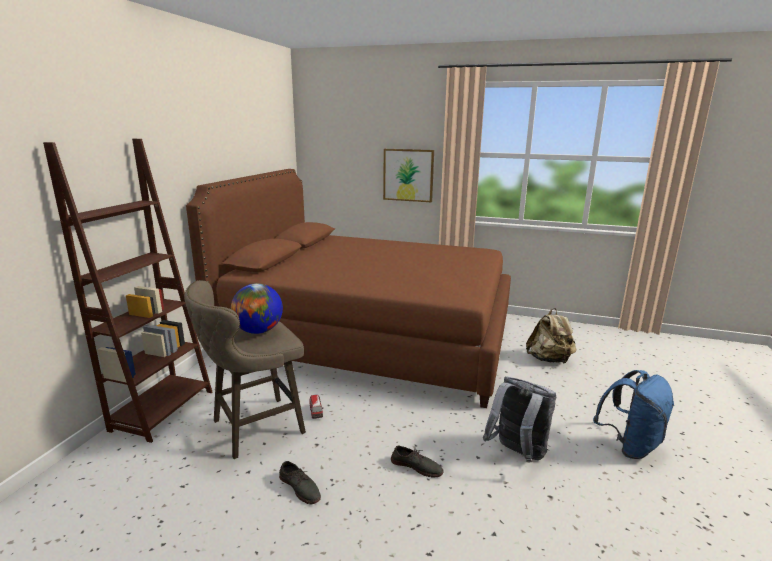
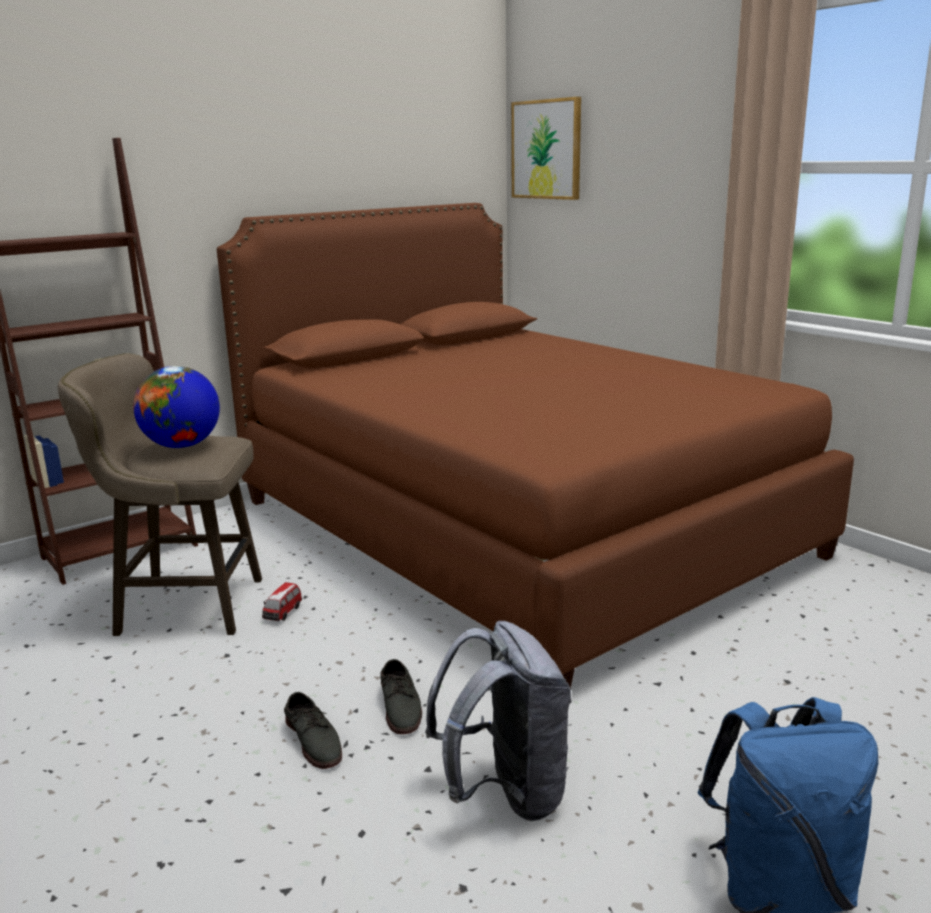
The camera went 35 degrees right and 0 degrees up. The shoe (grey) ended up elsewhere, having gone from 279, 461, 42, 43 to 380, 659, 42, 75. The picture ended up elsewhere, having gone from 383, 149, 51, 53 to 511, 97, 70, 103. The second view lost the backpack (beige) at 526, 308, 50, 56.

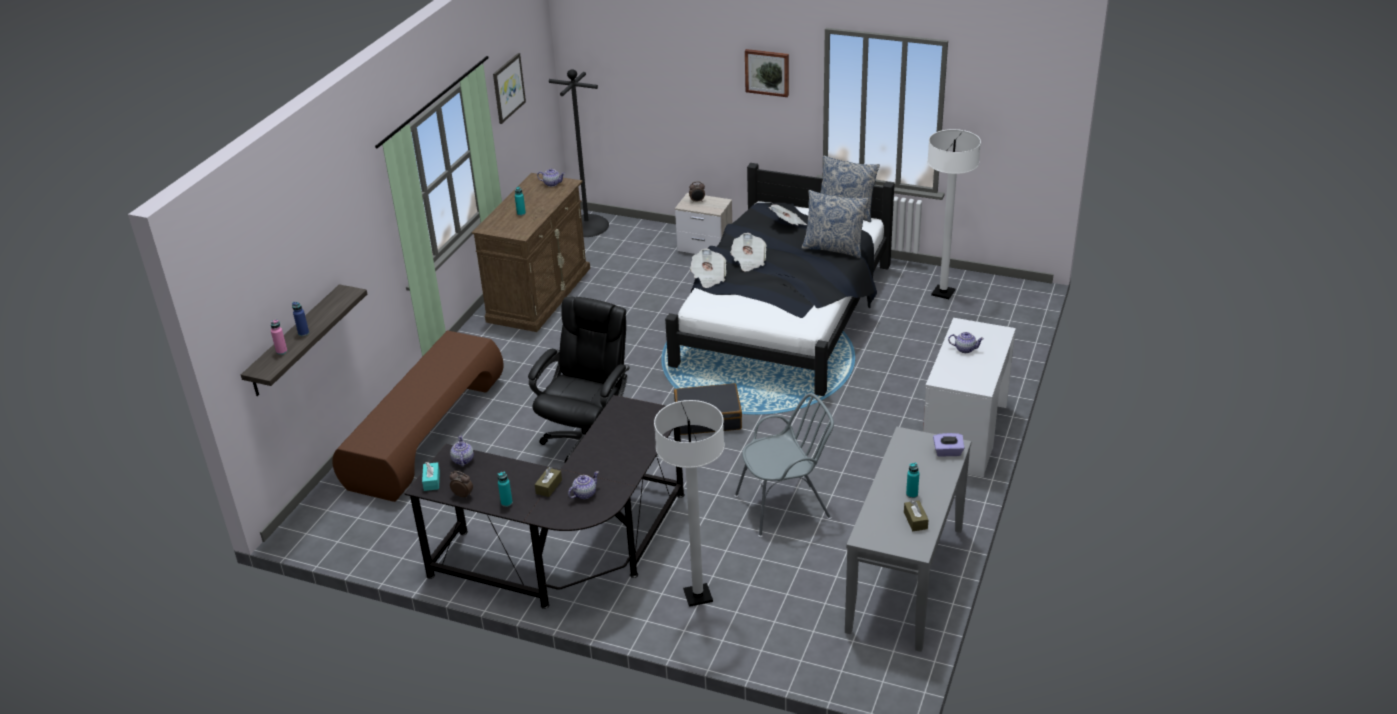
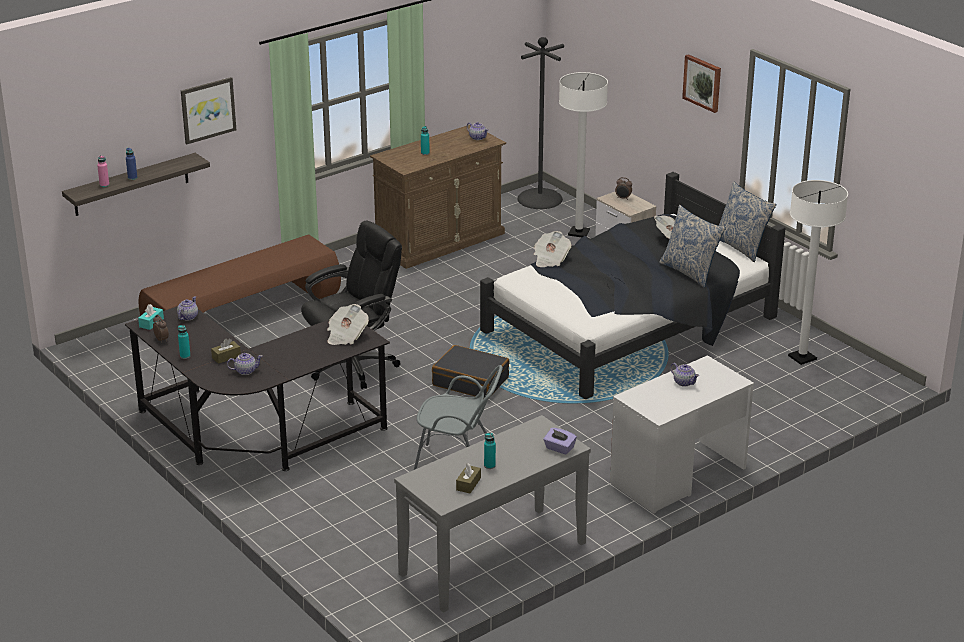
The camera went 30 degrees right and 5 degrees down. The picture ended up elsewhere, having gone from 493, 53, 33, 71 to 181, 77, 55, 67. The newspaper ended up elsewhere, having gone from 730, 233, 37, 39 to 327, 304, 42, 41. The floor lamp (white) ended up elsewhere, having gone from 654, 400, 71, 207 to 559, 72, 49, 165.

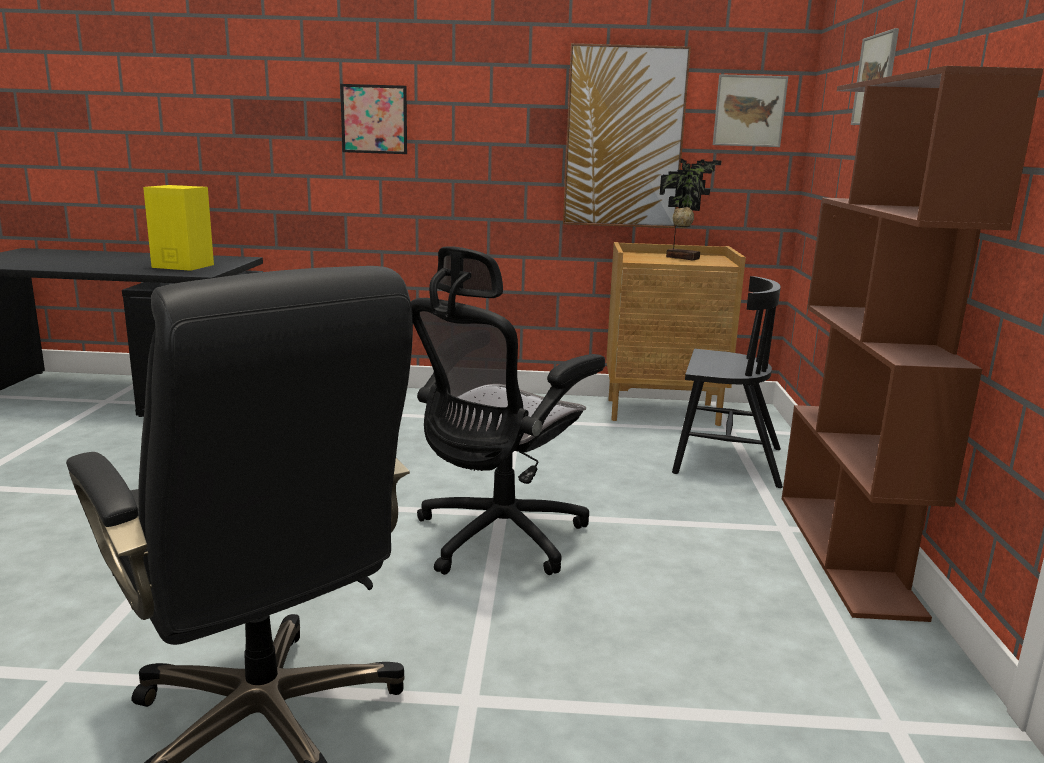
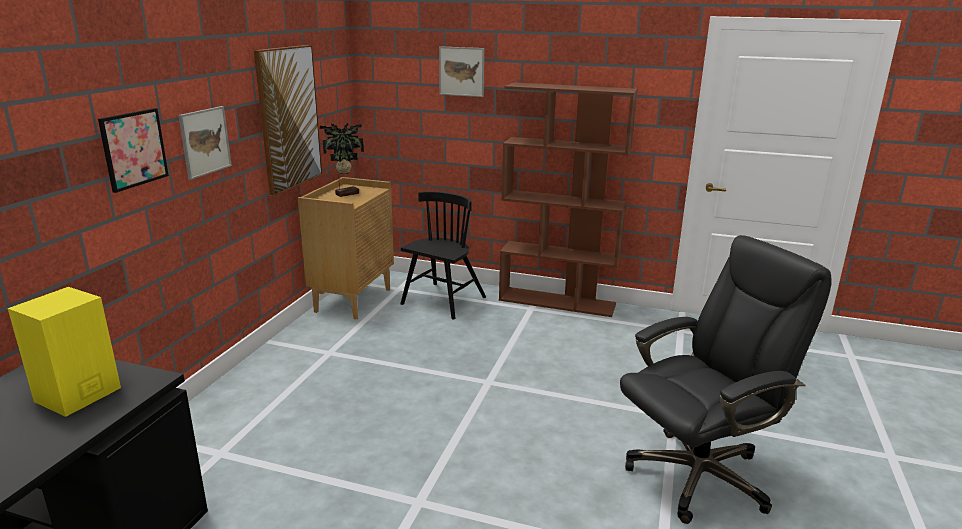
The camera went 75 degrees left and 5 degrees up. The picture ended up elsewhere, having gone from 713, 74, 75, 73 to 178, 106, 54, 74. The second view lost the office chair at 411, 246, 194, 329.

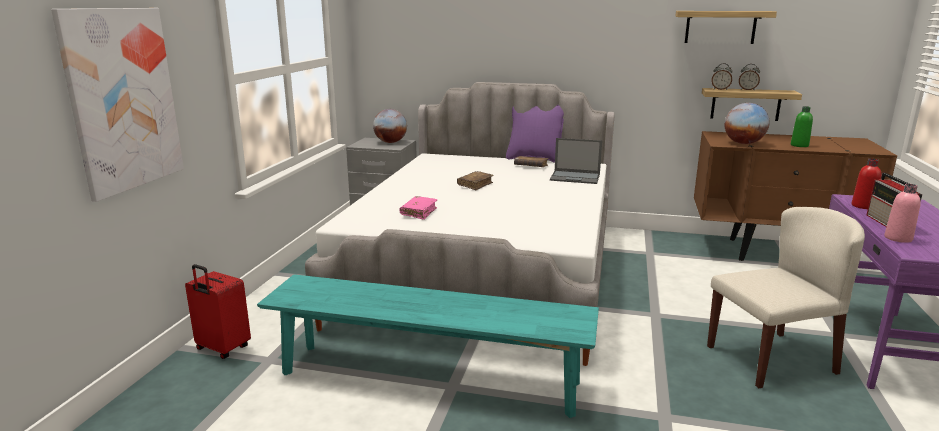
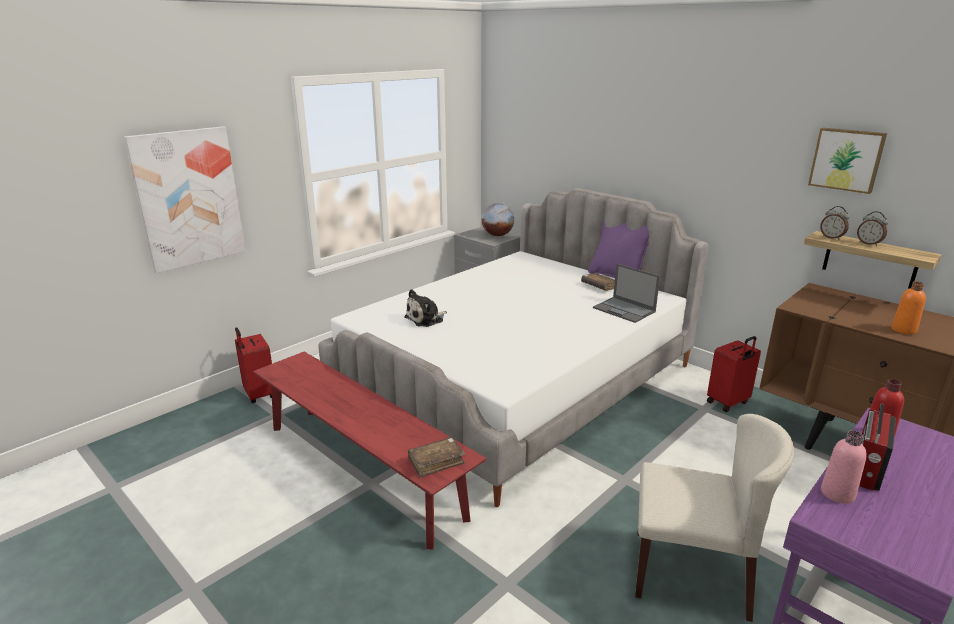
The camera went 30 degrees right and 5 degrees up. What was the bench (turquoise) at 257, 274, 342, 144 turned into the bench (red) at 253, 352, 233, 198. Where the book (pink) stood at 400, 196, 37, 24, the plush toy came to stand at 404, 289, 43, 38. The book (brown) ended up elsewhere, having gone from 457, 171, 37, 19 to 408, 437, 57, 41. The second view gained the suitcase (red) at 707, 336, 54, 76. Where the shelf hung at 675, 11, 102, 33, the picture came to hang at 808, 128, 79, 66. What was the bottle (green) at 791, 106, 22, 41 turned into the bottle (orange) at 892, 281, 34, 54. The second view lost the globe at 724, 103, 46, 41.

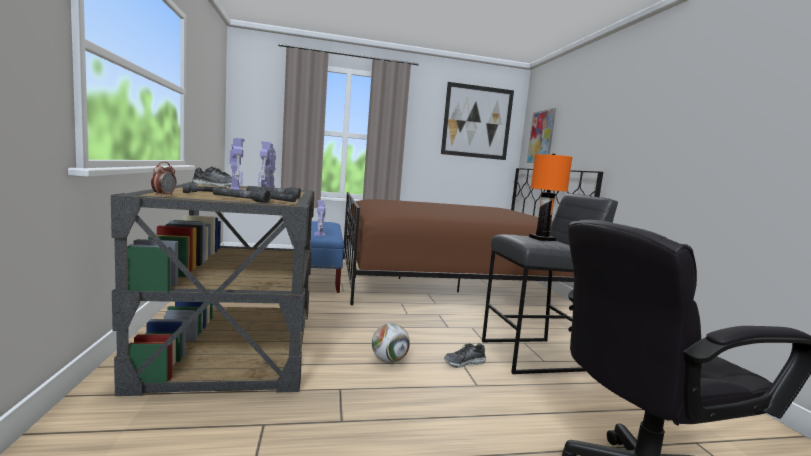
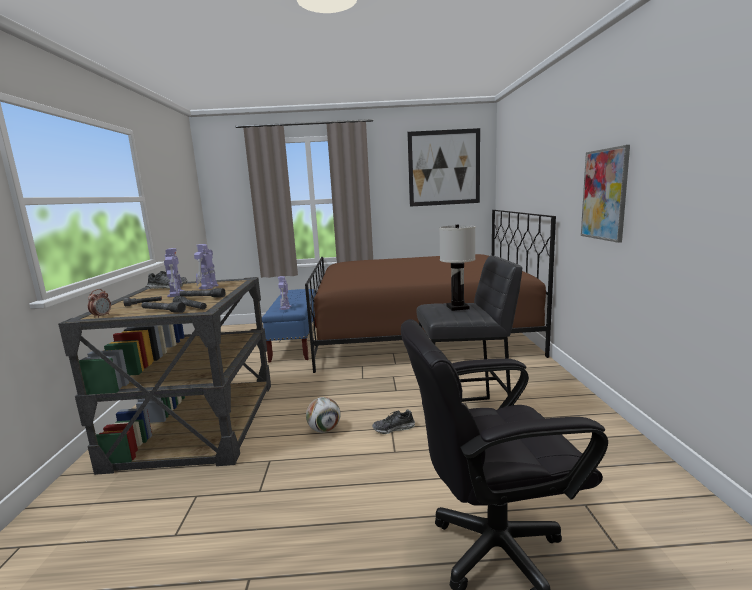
The camera went 10 degrees right and 5 degrees up. What was the table lamp (orange) at 529, 154, 44, 87 turned into the table lamp (white) at 439, 225, 36, 86. The picture ended up elsewhere, having gone from 527, 108, 29, 55 to 581, 145, 49, 98.

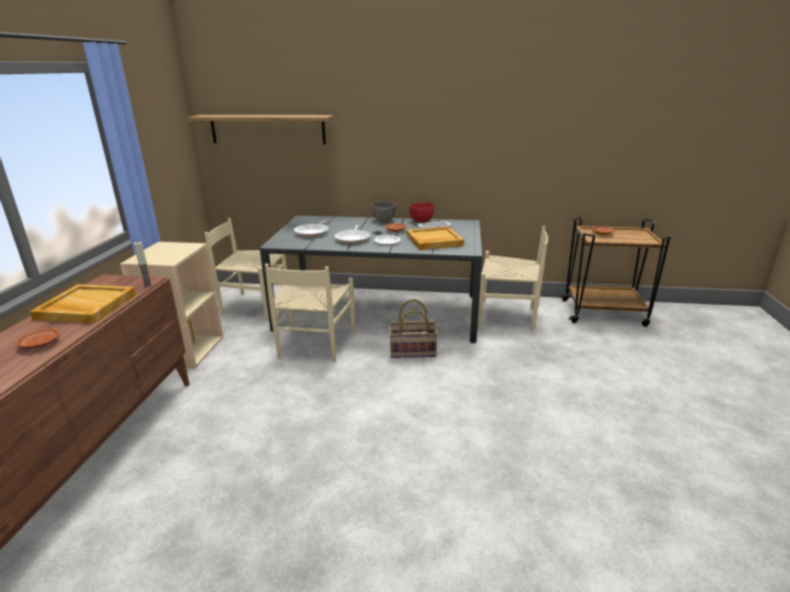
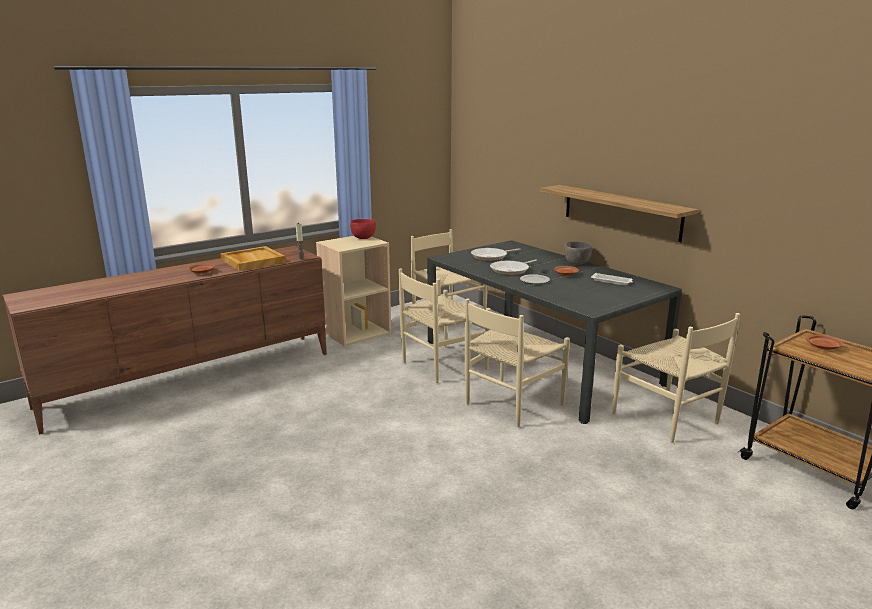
The camera went 45 degrees right and 5 degrees down. The bowl (red) ended up elsewhere, having gone from 410, 202, 24, 20 to 350, 219, 26, 20. Where the basket stood at 389, 299, 49, 59, the chair (beige) came to stand at 465, 299, 105, 128. The shelf ended up elsewhere, having gone from 187, 115, 147, 29 to 539, 185, 159, 57. The second view lost the tray (beige) at 407, 227, 57, 23.

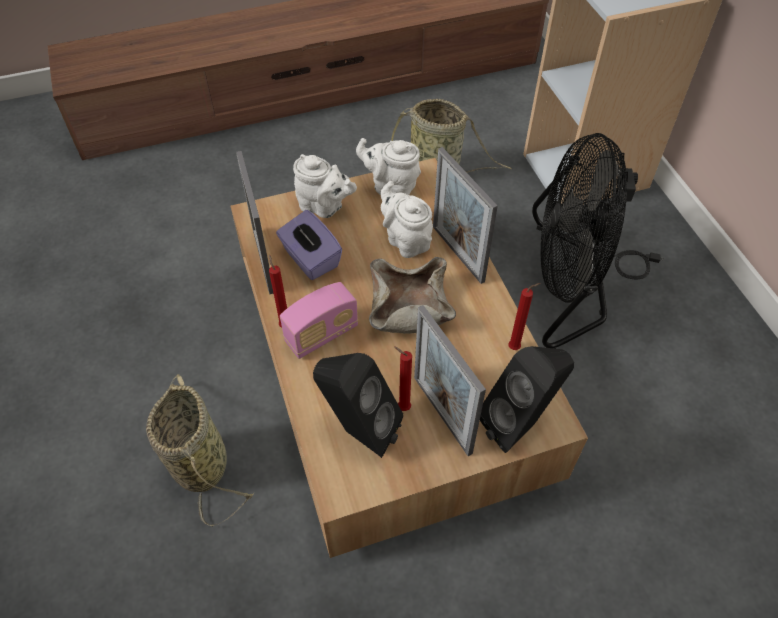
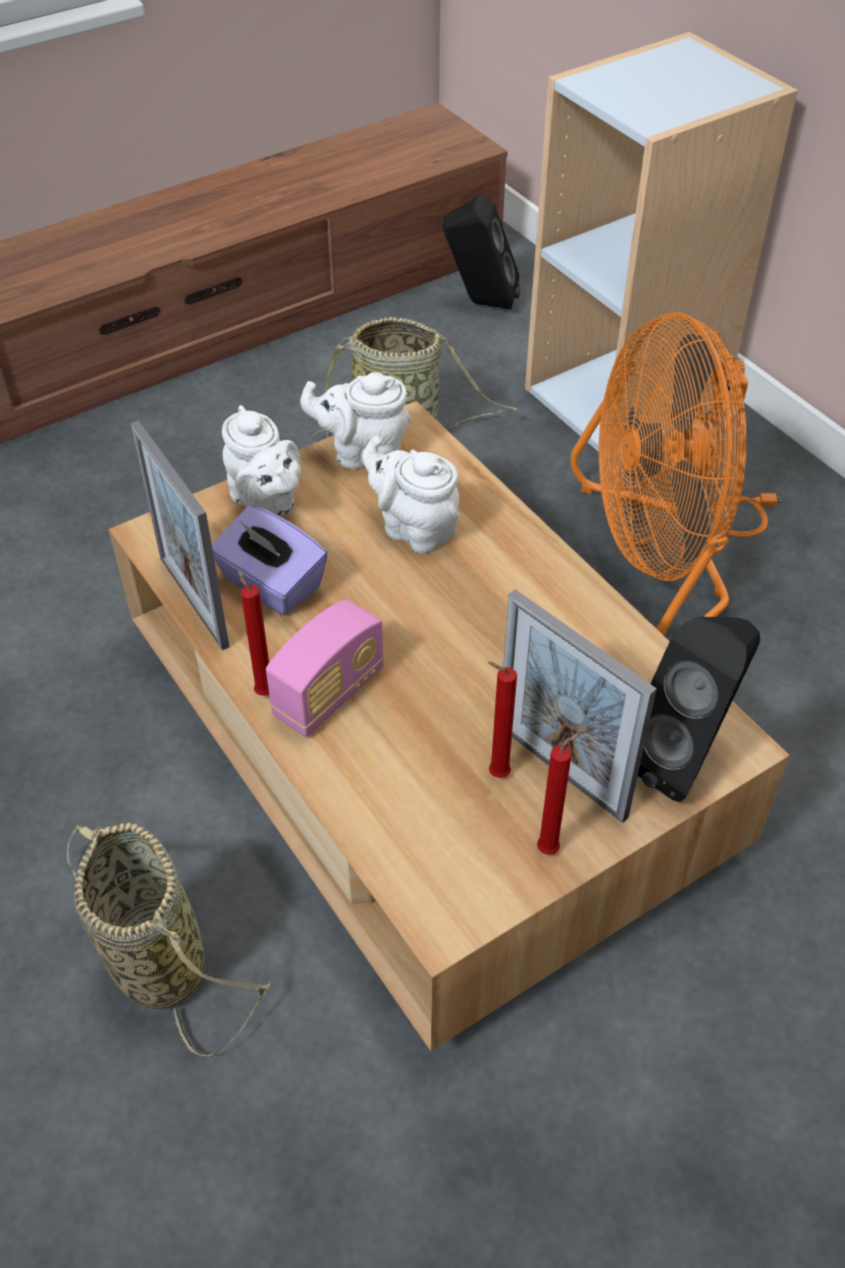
The camera went 15 degrees left and 5 degrees down. The teapot (white) at 293, 154, 64, 64 ended up facing another way, 45 degrees clockwise from before. The speaker (black) ended up elsewhere, having gone from 313, 353, 90, 105 to 443, 195, 77, 114. The candle (red) ended up elsewhere, having gone from 508, 283, 33, 67 to 537, 732, 44, 123. What was the fan (black) at 532, 133, 131, 216 turned into the fan (orange) at 571, 312, 211, 323. The second view lost the bowl (beige) at 369, 257, 87, 77. The second view lost the picture frame at 433, 147, 65, 137.

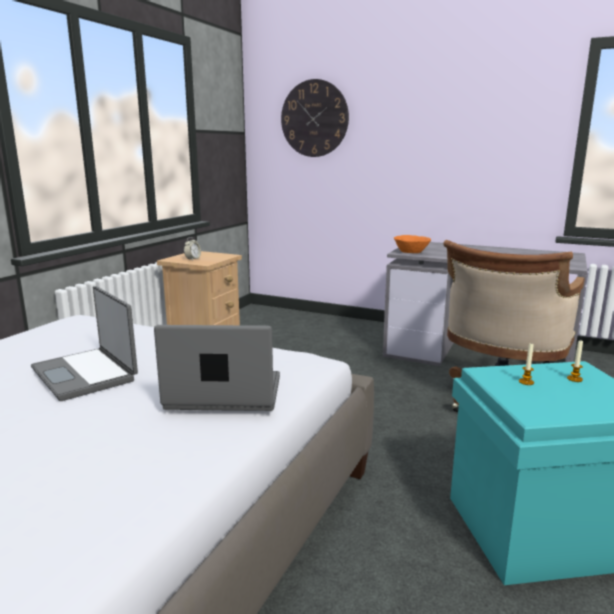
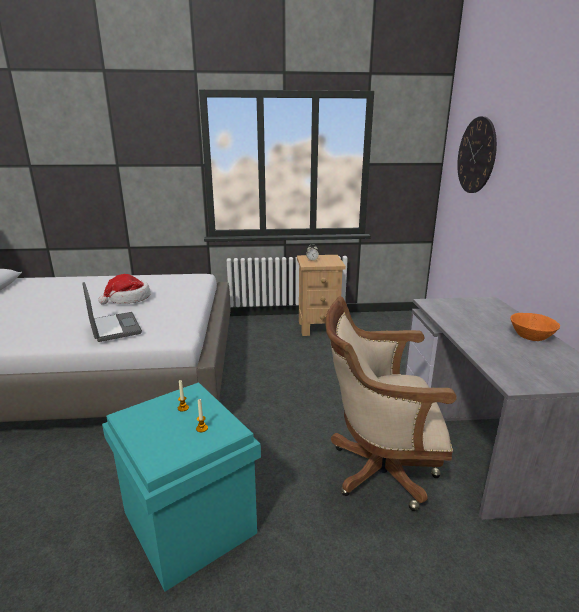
The camera went 60 degrees right and 5 degrees up. Where the laptop stood at 31, 286, 107, 115, the hat came to stand at 98, 274, 53, 30. The bowl (orange) ended up elsewhere, having gone from 394, 235, 37, 18 to 511, 313, 49, 28.

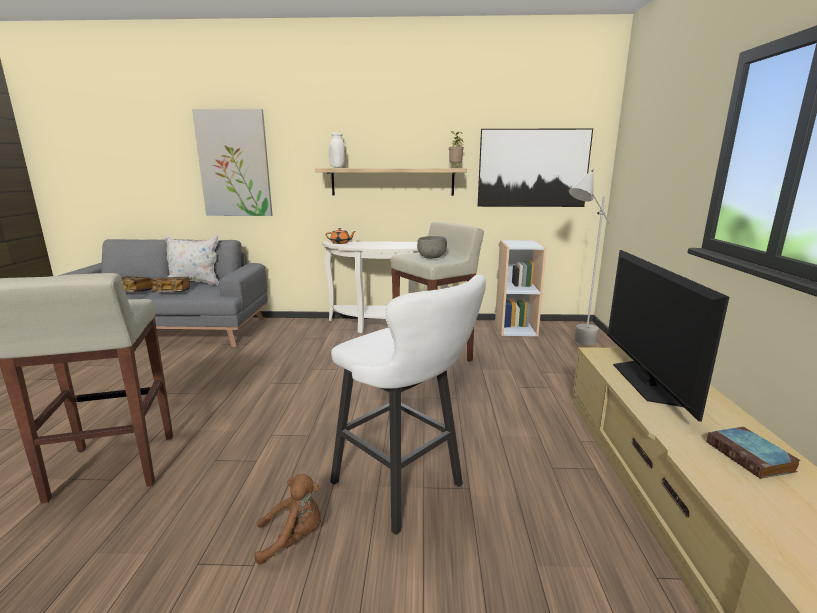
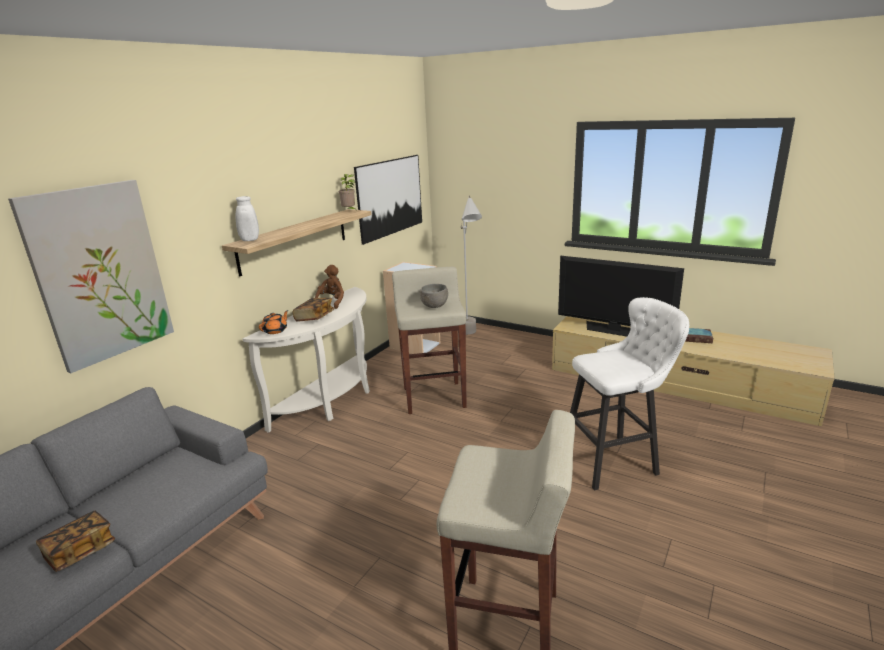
The camera went 60 degrees left and 5 degrees up. The book ended up elsewhere, having gone from 151, 277, 39, 14 to 293, 298, 41, 24. The plush toy (brown) ended up elsewhere, having gone from 254, 474, 67, 90 to 315, 265, 29, 44. The second view lost the pillow (white) at 164, 235, 55, 51.

